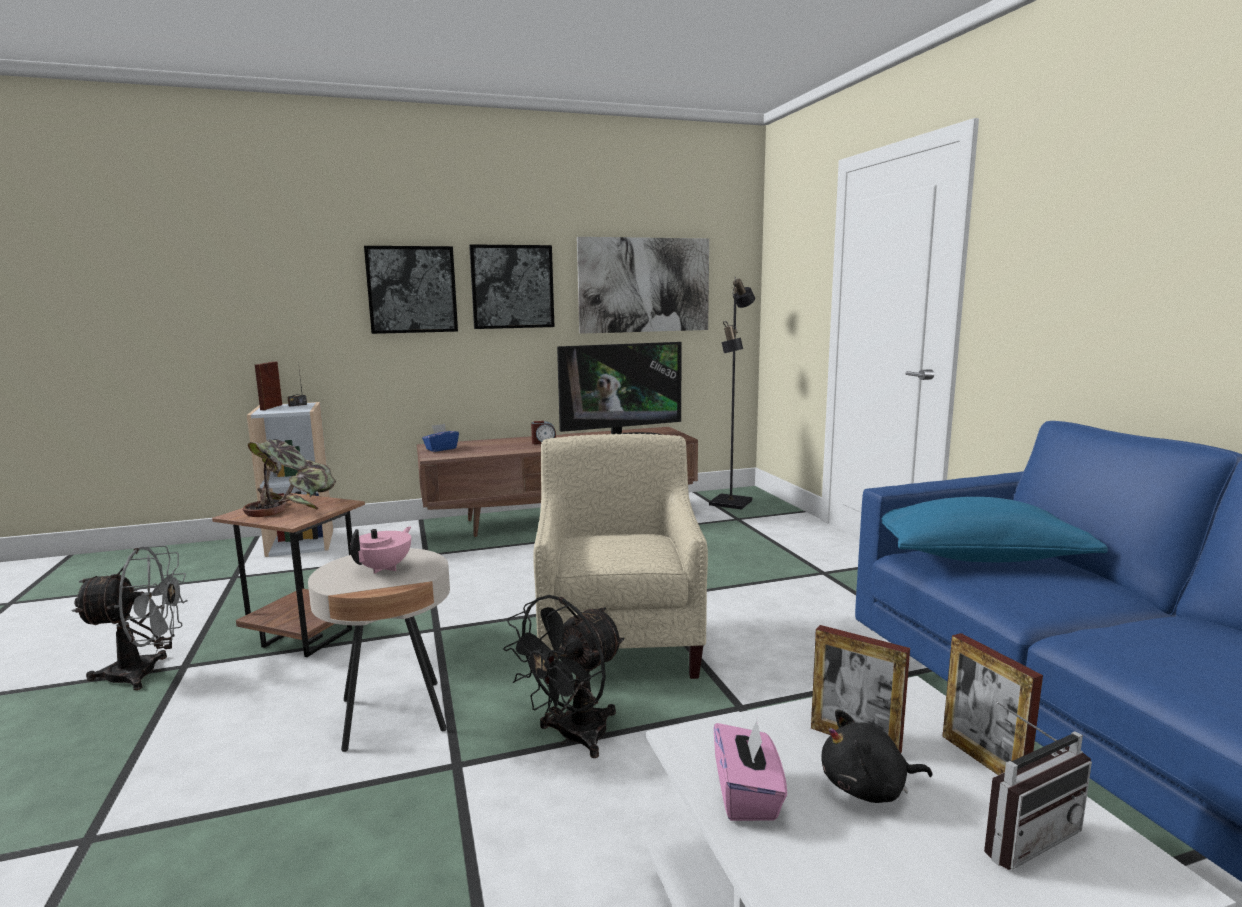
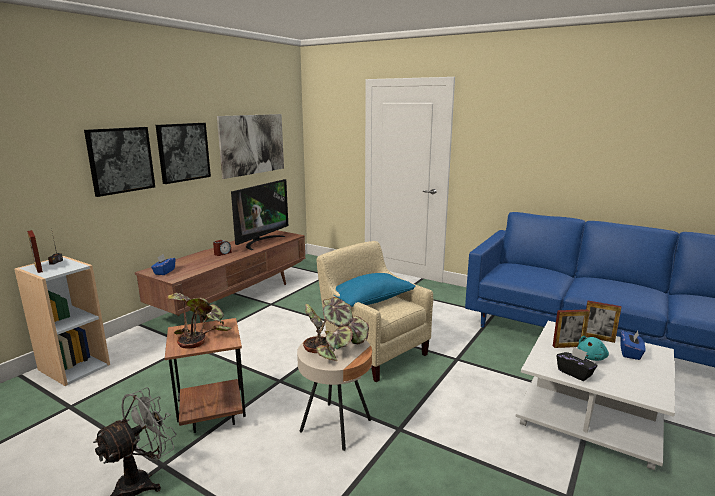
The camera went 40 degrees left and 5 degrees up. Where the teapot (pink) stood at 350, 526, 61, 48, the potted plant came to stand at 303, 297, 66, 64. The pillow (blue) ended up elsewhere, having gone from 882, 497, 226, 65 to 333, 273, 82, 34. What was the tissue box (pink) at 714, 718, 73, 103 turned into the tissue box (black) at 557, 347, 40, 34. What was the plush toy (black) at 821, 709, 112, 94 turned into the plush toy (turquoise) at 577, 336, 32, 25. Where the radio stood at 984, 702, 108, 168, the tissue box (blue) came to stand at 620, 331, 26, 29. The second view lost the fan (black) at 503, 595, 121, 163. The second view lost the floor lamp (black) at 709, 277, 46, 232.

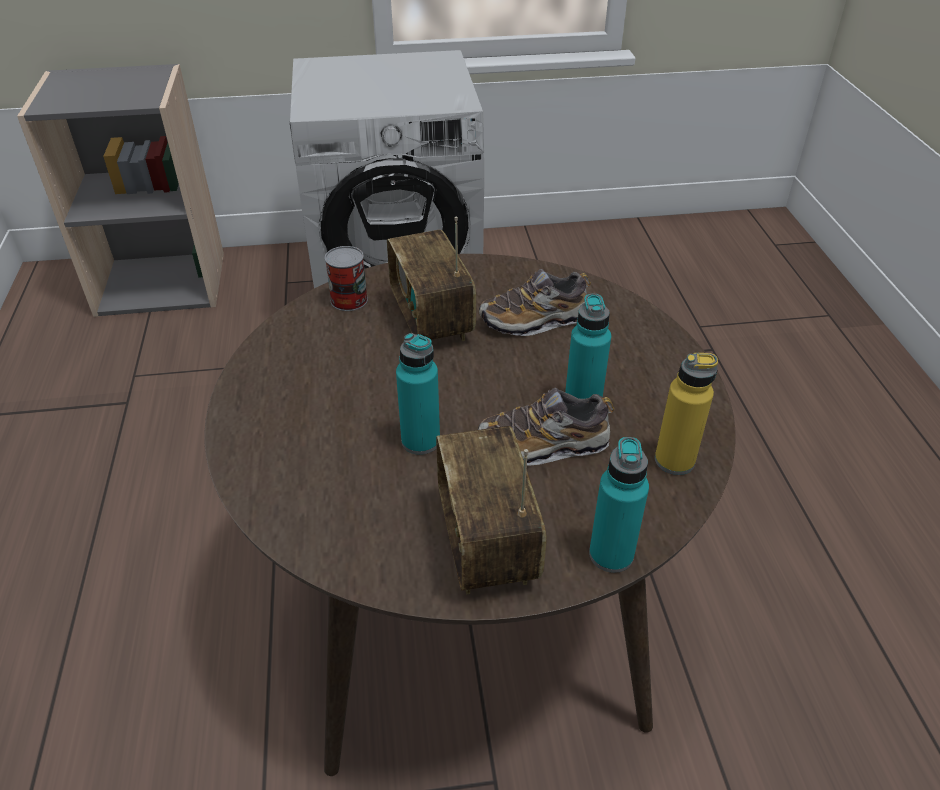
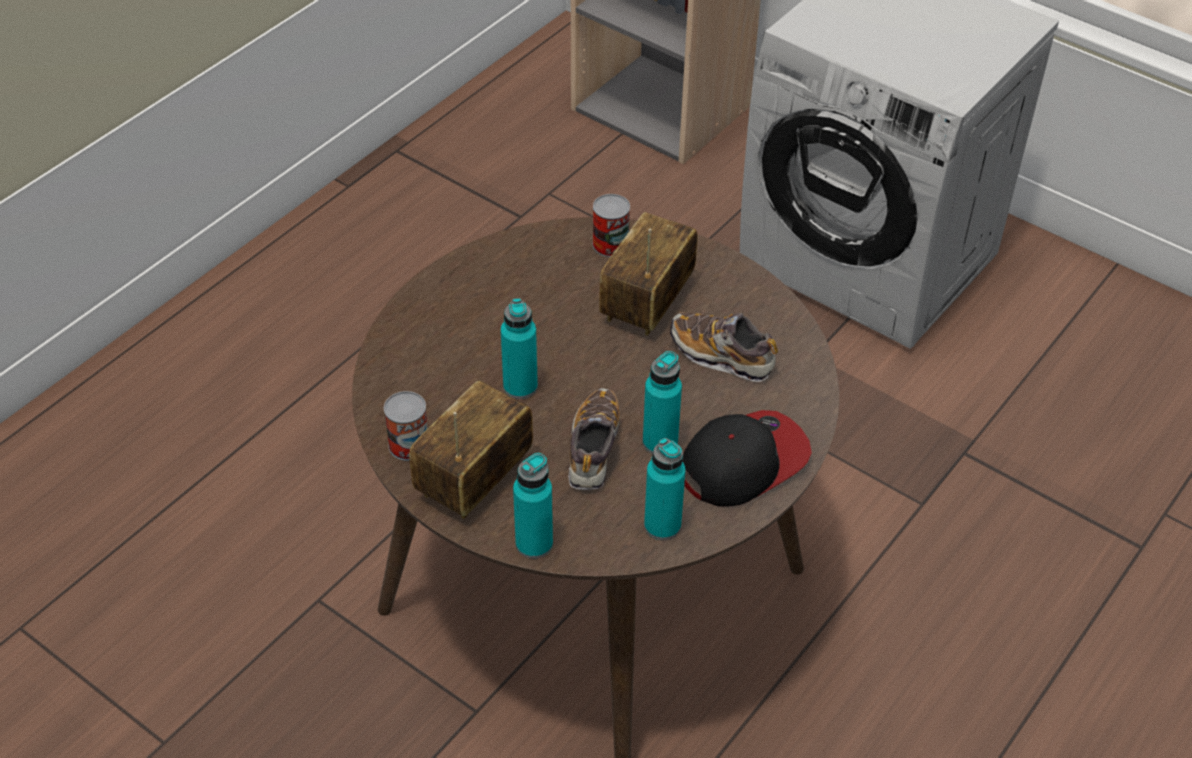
The camera went 45 degrees right and 5 degrees up. The second view gained the can at 384, 391, 44, 70. The shoe at 478, 388, 137, 77 ended up facing another way, 60 degrees clockwise from before. What was the bottle (yellow) at 655, 353, 63, 122 turned into the bottle (turquoise) at 644, 438, 41, 102. The second view gained the cap at 682, 410, 130, 97.

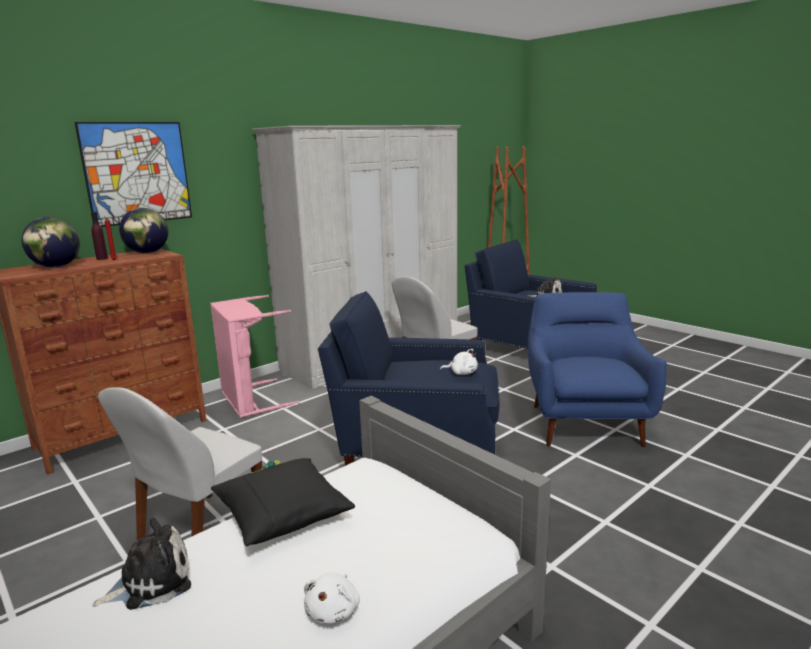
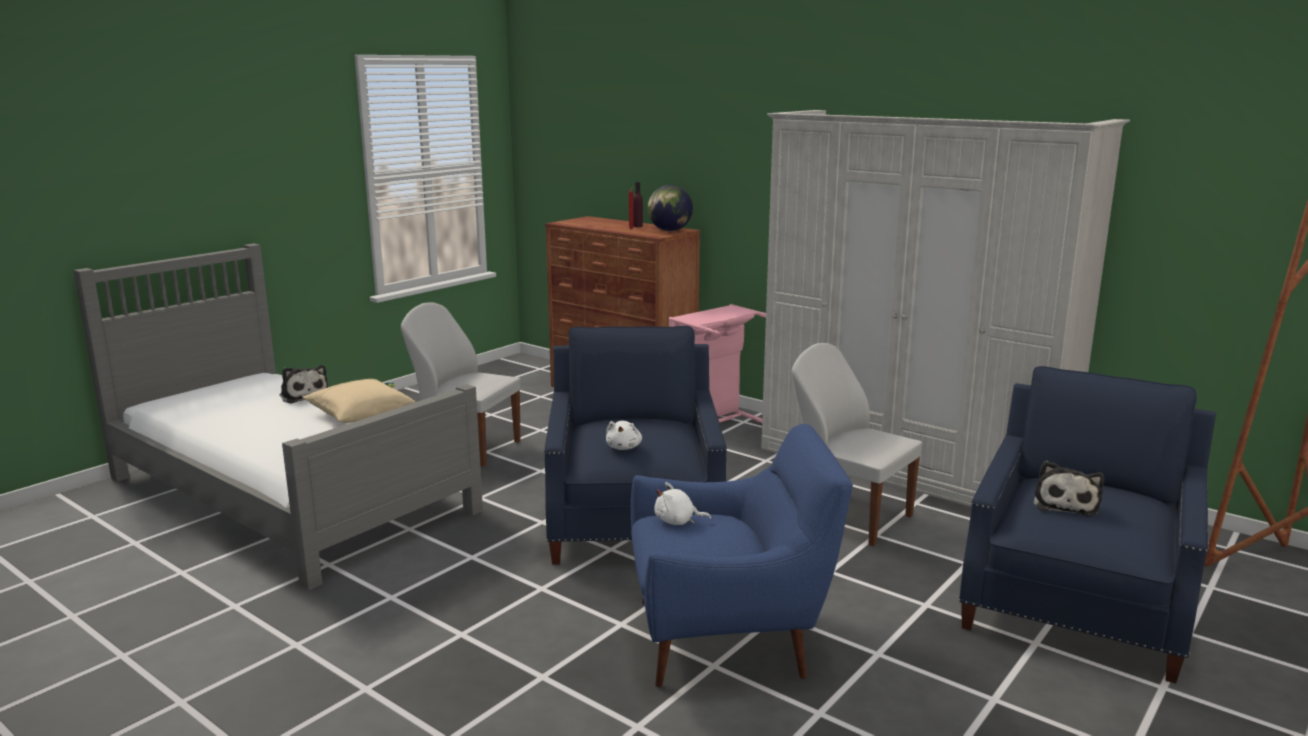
The camera went 80 degrees right and 0 degrees up. What was the pillow (black) at 211, 458, 144, 88 turned into the pillow (beige) at 303, 379, 112, 44. The plush toy (white) ended up elsewhere, having gone from 304, 572, 56, 52 to 654, 482, 57, 43. The second view lost the globe at 22, 217, 58, 50. The second view lost the picture at 75, 122, 117, 105.

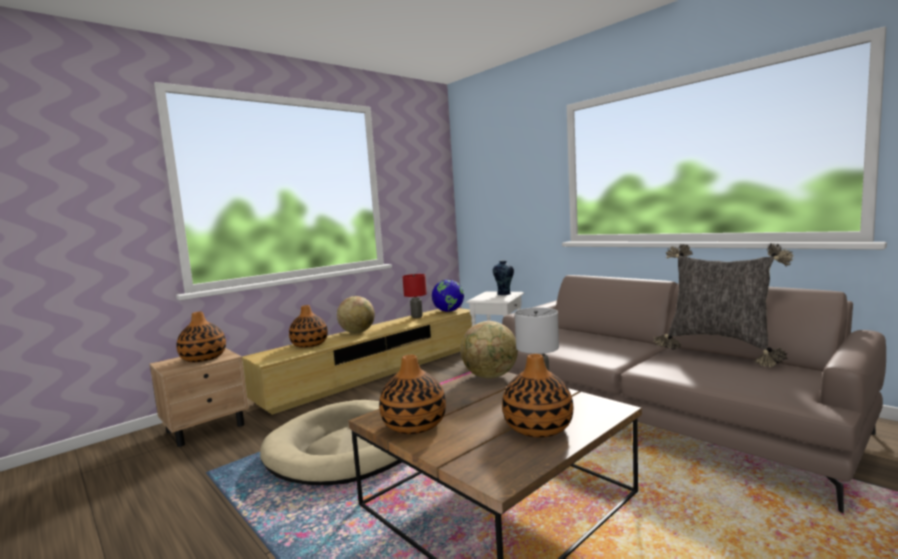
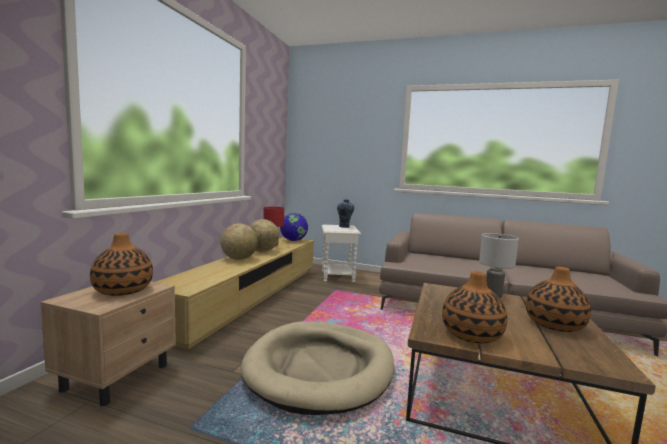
The camera went 30 degrees left and 0 degrees up. The globe ended up elsewhere, having gone from 461, 321, 57, 58 to 250, 219, 29, 33. The second view lost the vase at 289, 305, 39, 43. The second view lost the pillow at 654, 243, 140, 124.

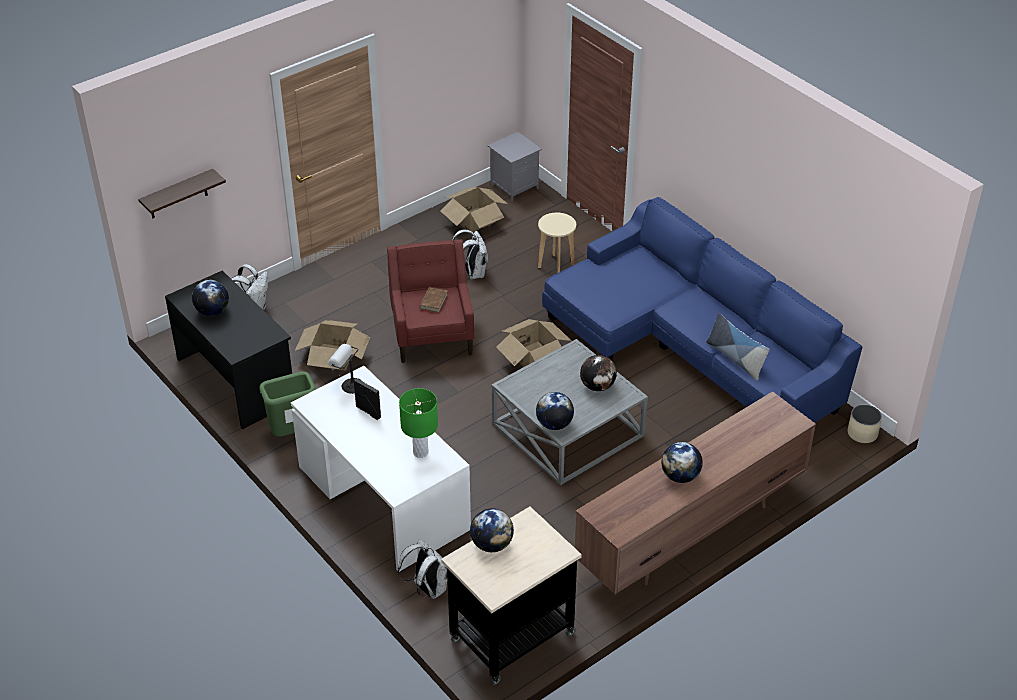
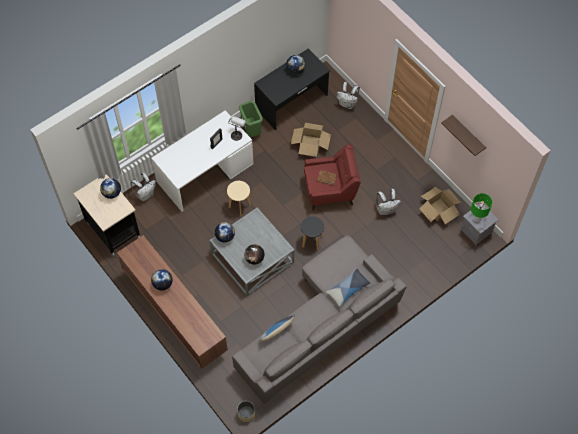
The camera went 90 degrees right and 20 degrees up. The stool (beige) ended up elsewhere, having gone from 538, 213, 38, 60 to 227, 181, 24, 35. What was the sofa (blue) at 542, 197, 320, 226 turned into the sofa (grey) at 232, 235, 175, 169. Where the cardboard box stood at 496, 319, 75, 48, the stool (black) came to stand at 301, 216, 23, 34. The second view gained the pillow at 326, 268, 44, 39. The shelf ended up elsewhere, having gone from 138, 169, 88, 49 to 441, 115, 45, 41. The table lamp (green) ended up elsewhere, having gone from 399, 388, 39, 70 to 471, 193, 21, 29.

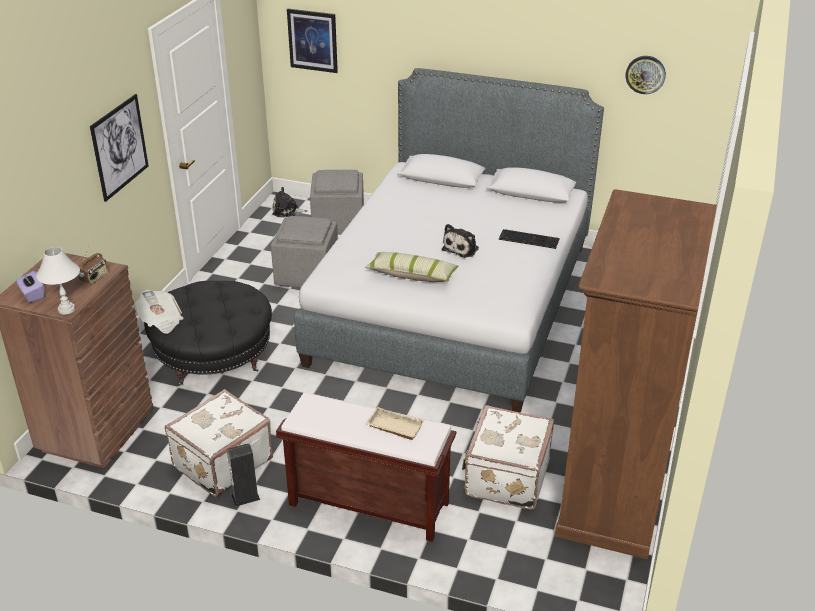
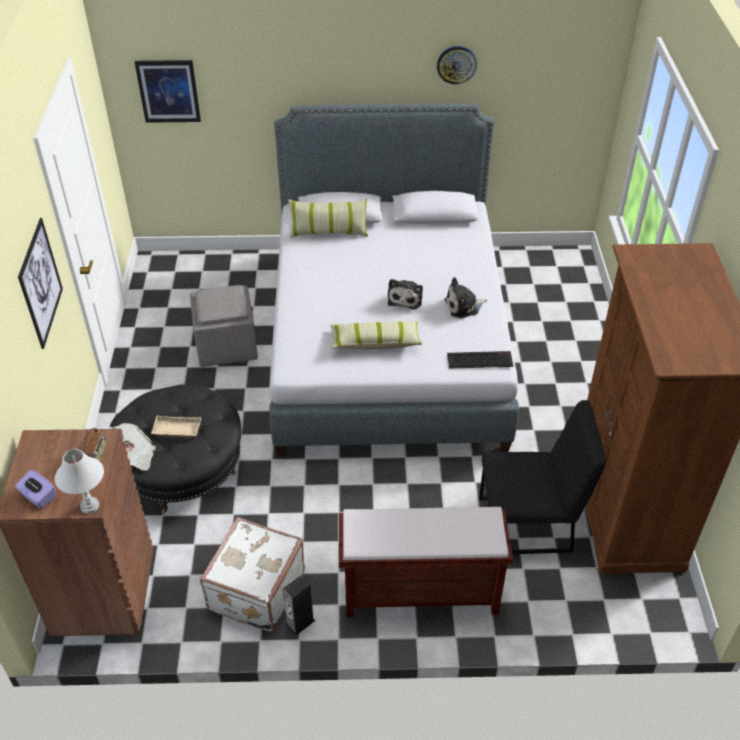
The camera went 20 degrees left and 10 degrees up. The tray (beige) ended up elsewhere, having gone from 366, 407, 58, 33 to 151, 415, 50, 23. The second view gained the pillow at 288, 199, 80, 39. The wall clock ended up elsewhere, having gone from 625, 56, 41, 38 to 437, 46, 40, 38. The plush toy ended up elsewhere, having gone from 272, 187, 35, 30 to 444, 277, 43, 41. The keyboard ended up elsewhere, having gone from 499, 229, 60, 20 to 447, 351, 66, 18. Where the suitcase (white) stood at 462, 405, 92, 105, the chair (black) came to stand at 479, 400, 127, 154. The second view lost the ottoman (grey) at 310, 170, 54, 65.

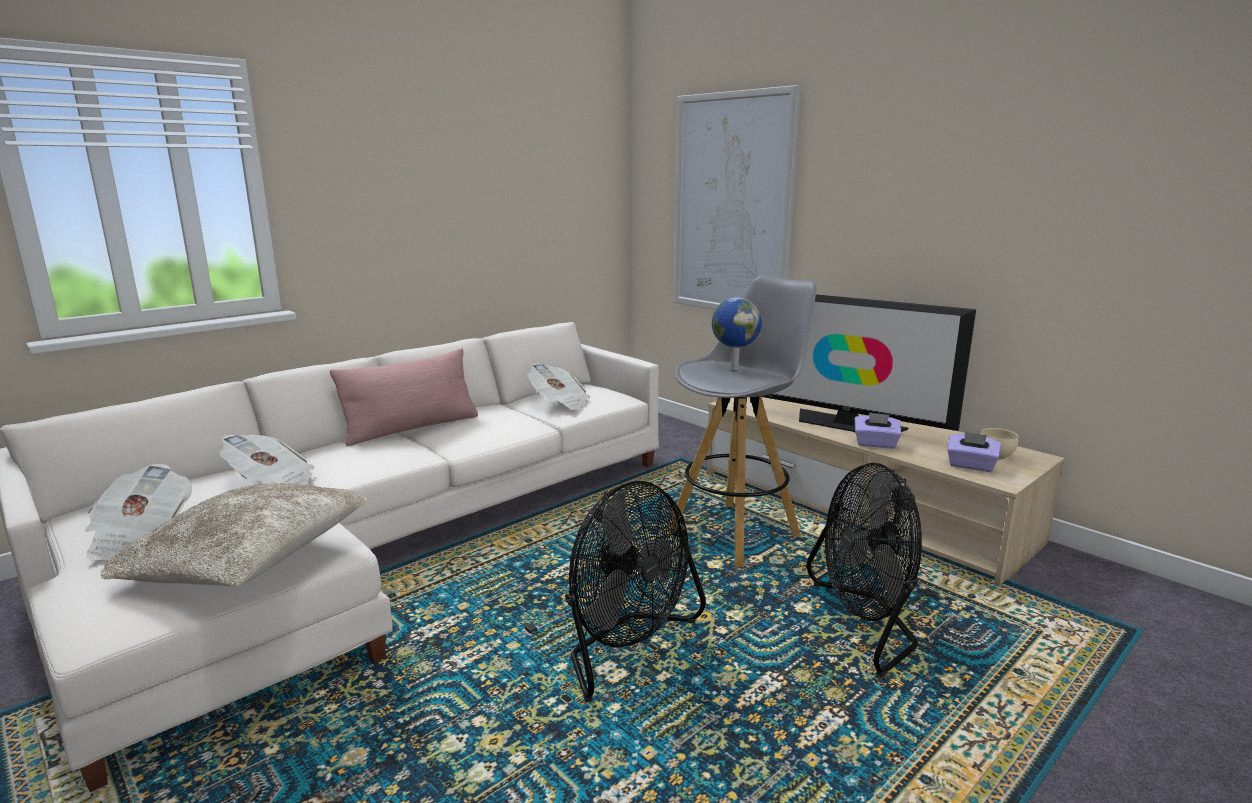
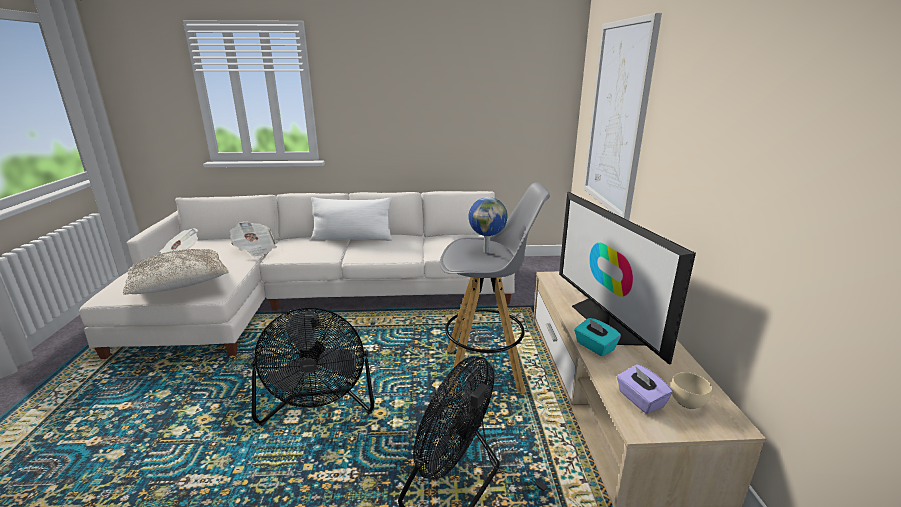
The camera went 40 degrees right and 5 degrees up. What was the pillow (pink) at 330, 348, 148, 98 turned into the pillow (white) at 311, 197, 81, 44. What was the tissue box (purple) at 855, 412, 46, 37 turned into the tissue box (turquoise) at 574, 318, 47, 38. The second view lost the newspaper at 527, 363, 63, 47.

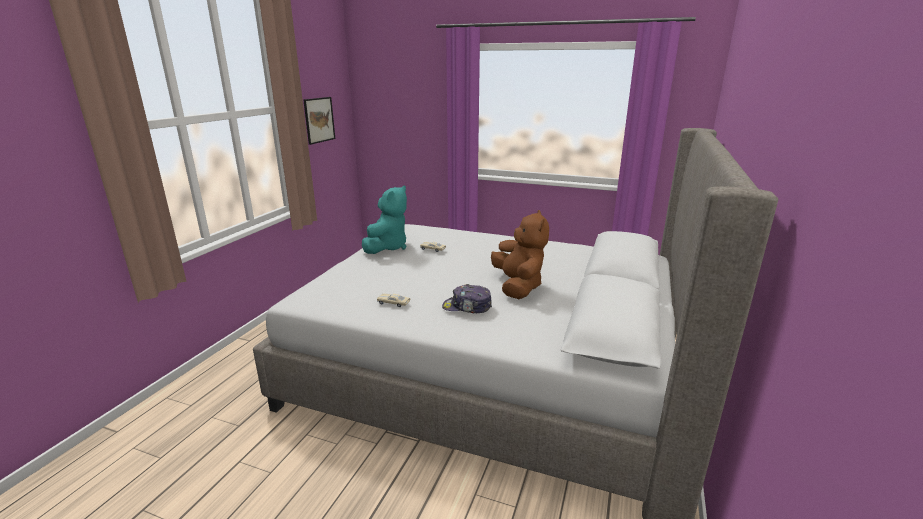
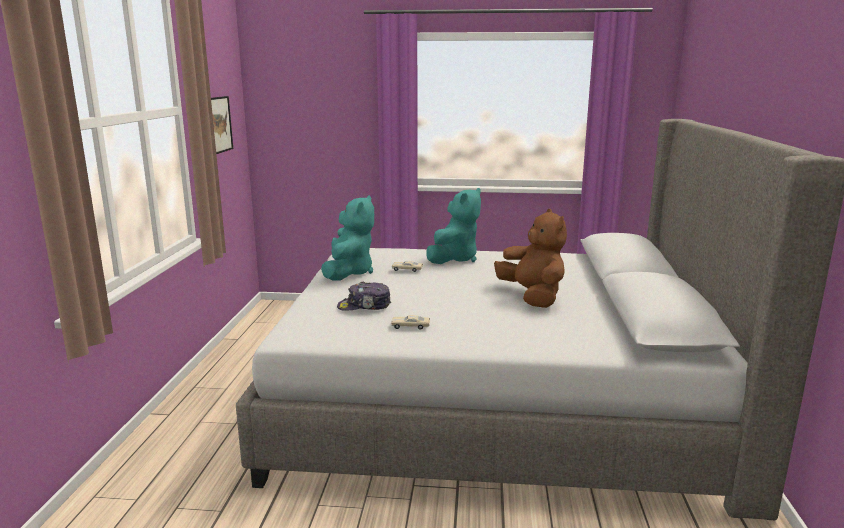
The camera went 15 degrees left and 5 degrees down. The cap ended up elsewhere, having gone from 442, 284, 50, 29 to 337, 282, 54, 29. The second view gained the plush toy (turquoise) at 426, 188, 55, 76.

